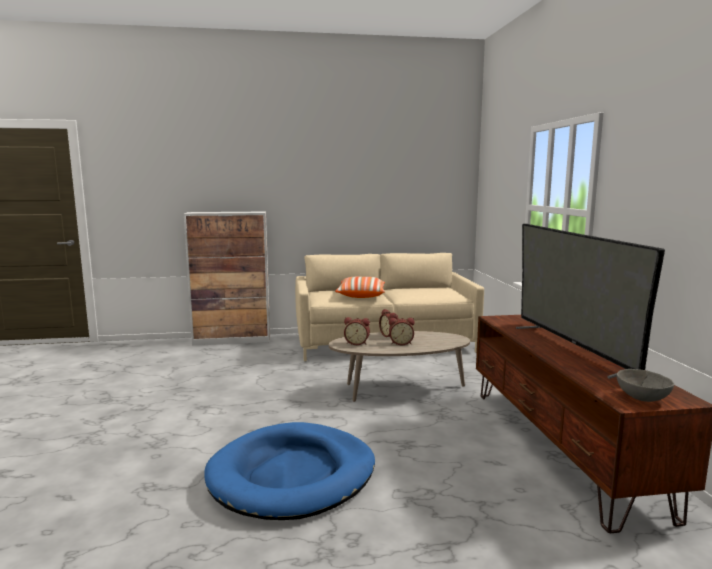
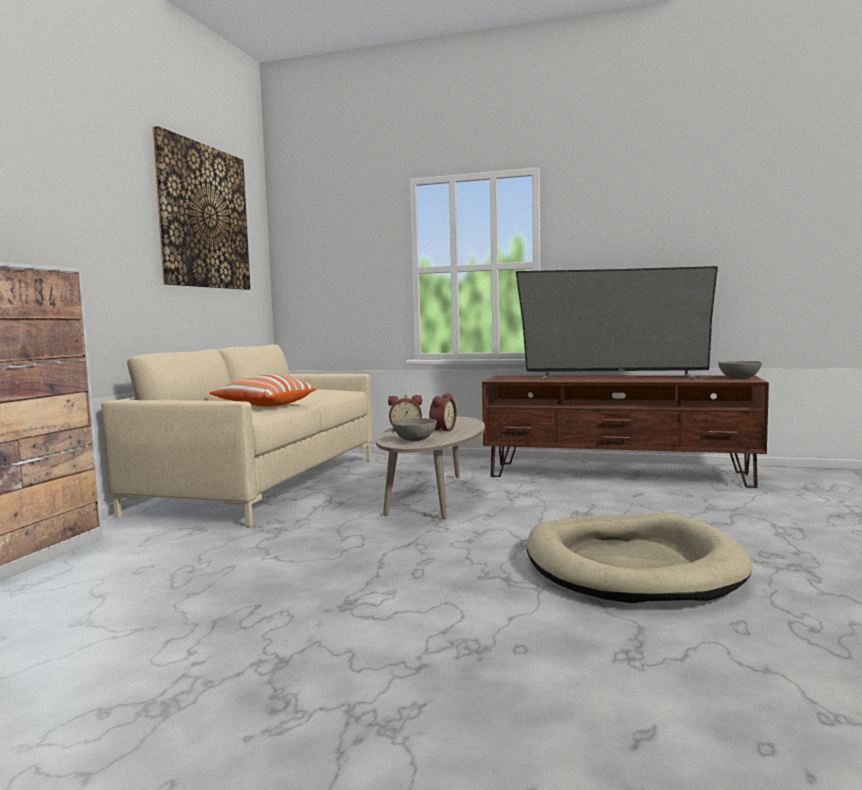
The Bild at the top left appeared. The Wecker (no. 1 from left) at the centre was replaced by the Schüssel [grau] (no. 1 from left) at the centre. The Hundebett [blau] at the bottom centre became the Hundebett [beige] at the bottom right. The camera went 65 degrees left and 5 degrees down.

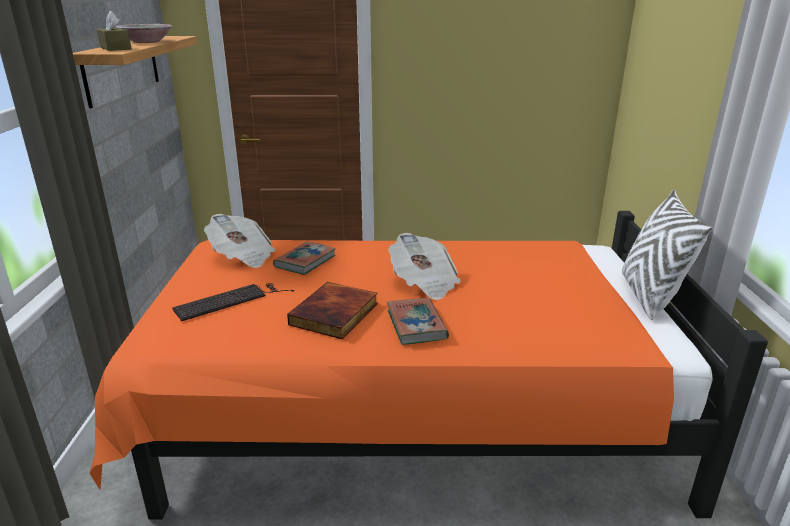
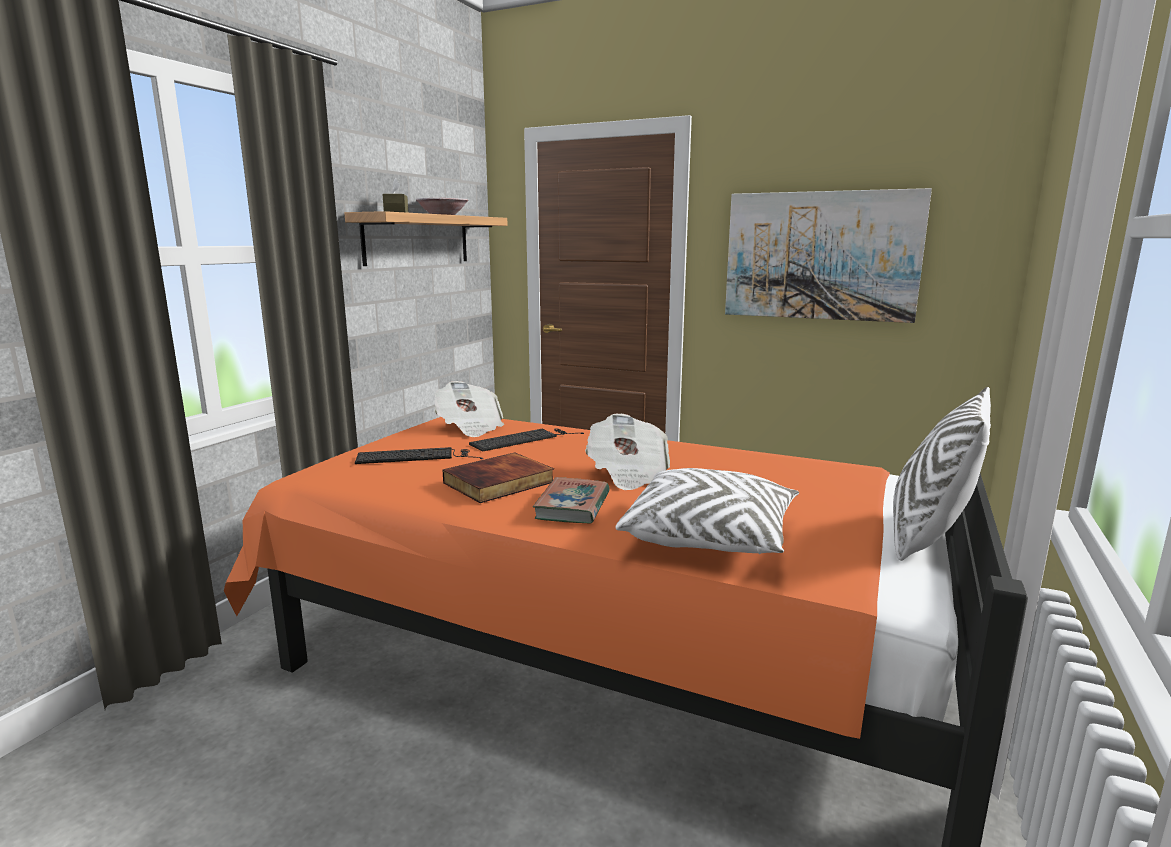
The Buch (no. 1 from left) at the centre was replaced by the Tastatur (no. 2 from left) at the centre. The Kissen [weiß] (no. 1 from left) at the centre appeared. The Bild at the top right appeared. The camera went 25 degrees right and 10 degrees down.

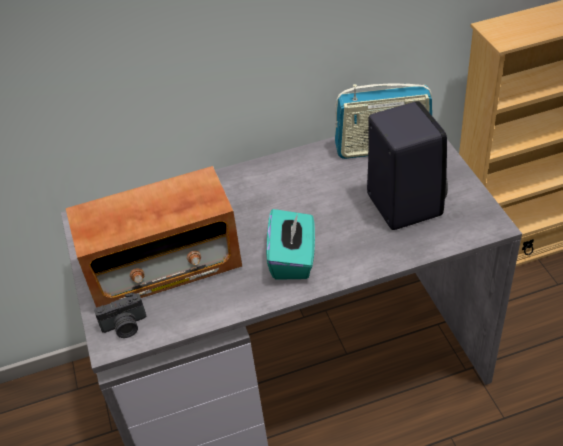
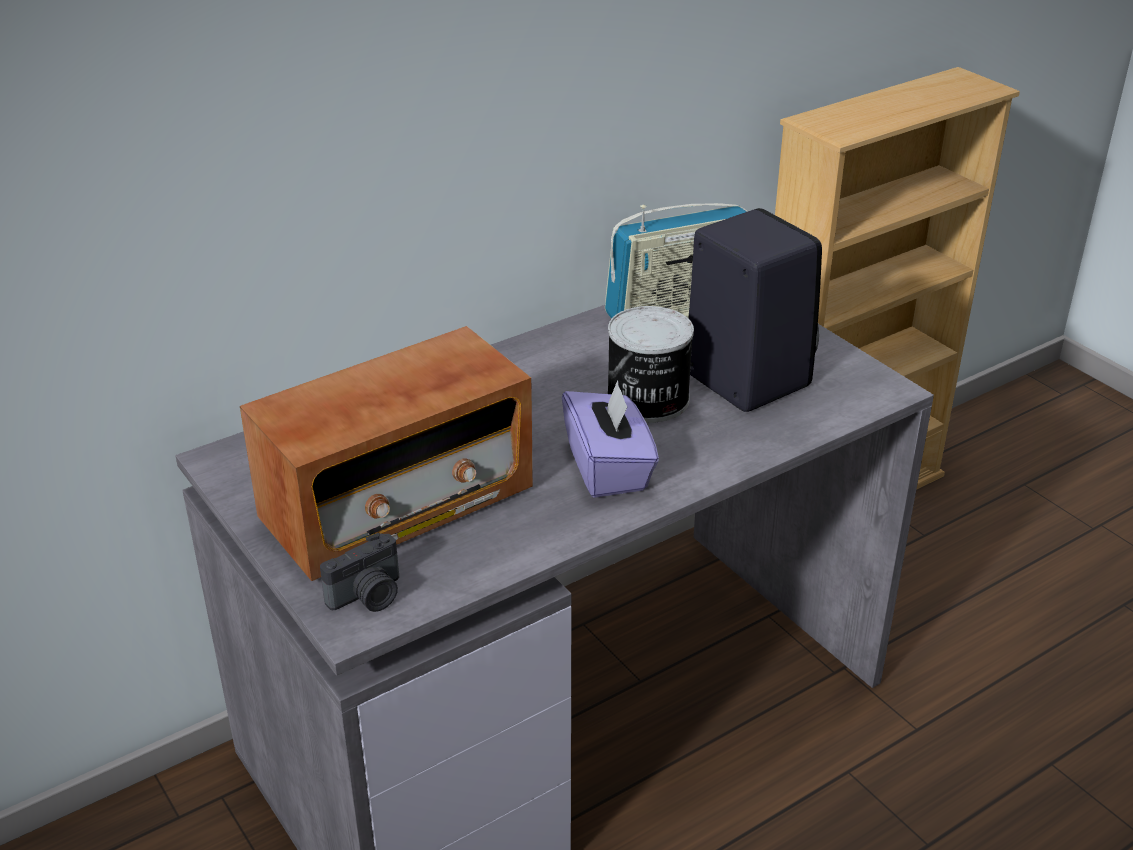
The Taschentuchbox [türkis] at the centre became the Taschentuchbox [lila] at the centre. The Dose at the centre appeared. The camera went 20 degrees left and 10 degrees down.

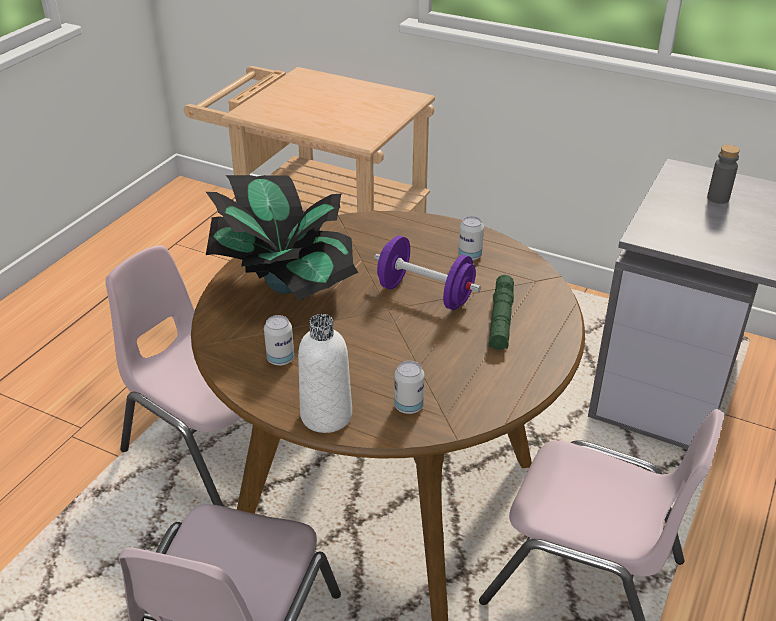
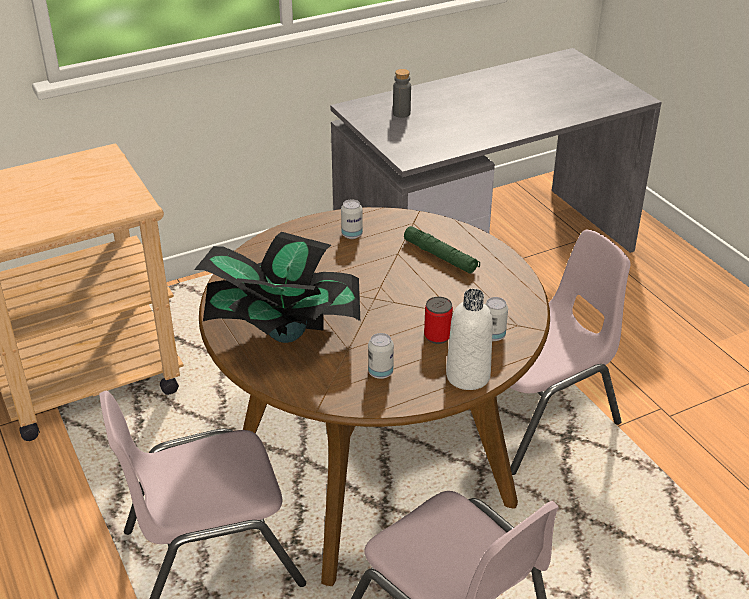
The Dose (no. 3 from left) at the centre appeared. The Hantel [lila] at the centre disappeared. The camera went 55 degrees left and 0 degrees up.

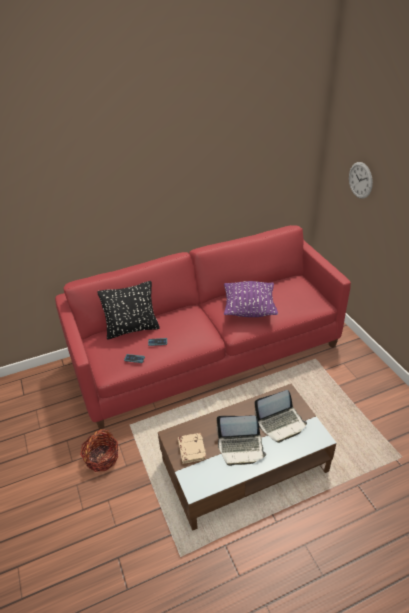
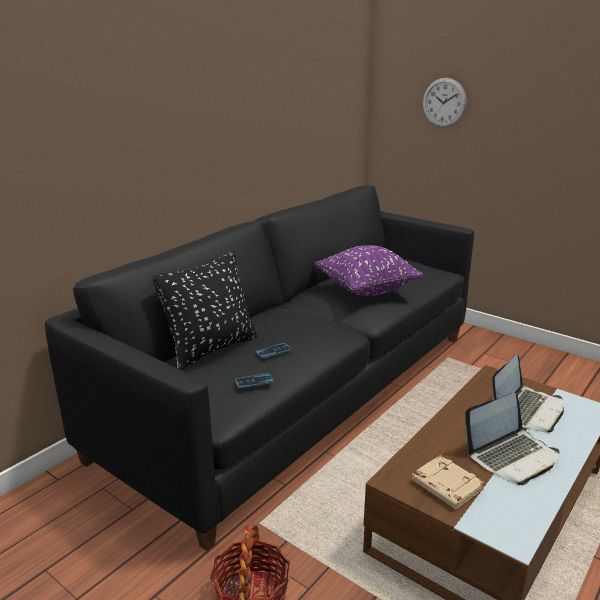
The Sofa [rot] at the centre became the Sofa [schwarz] at the centre. The camera went 30 degrees left and 15 degrees down.

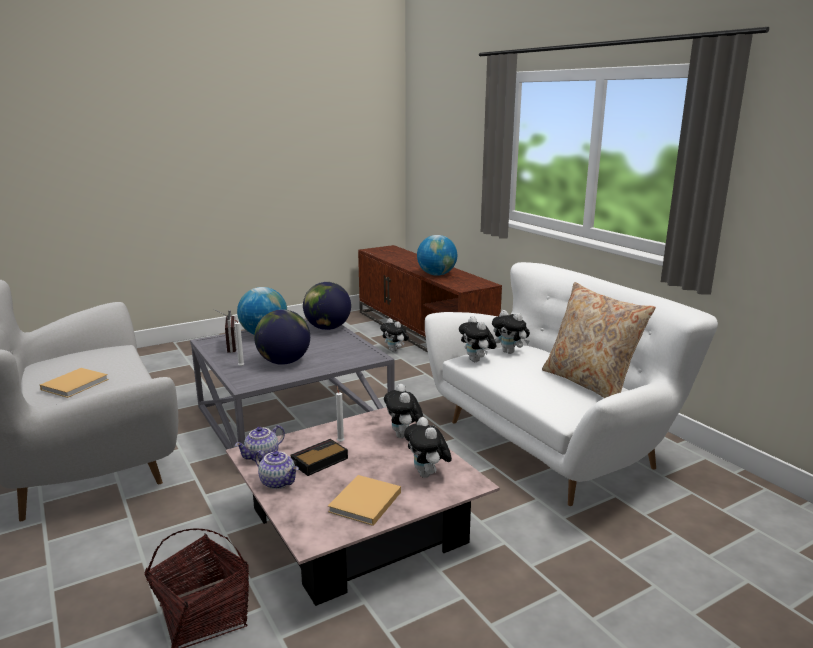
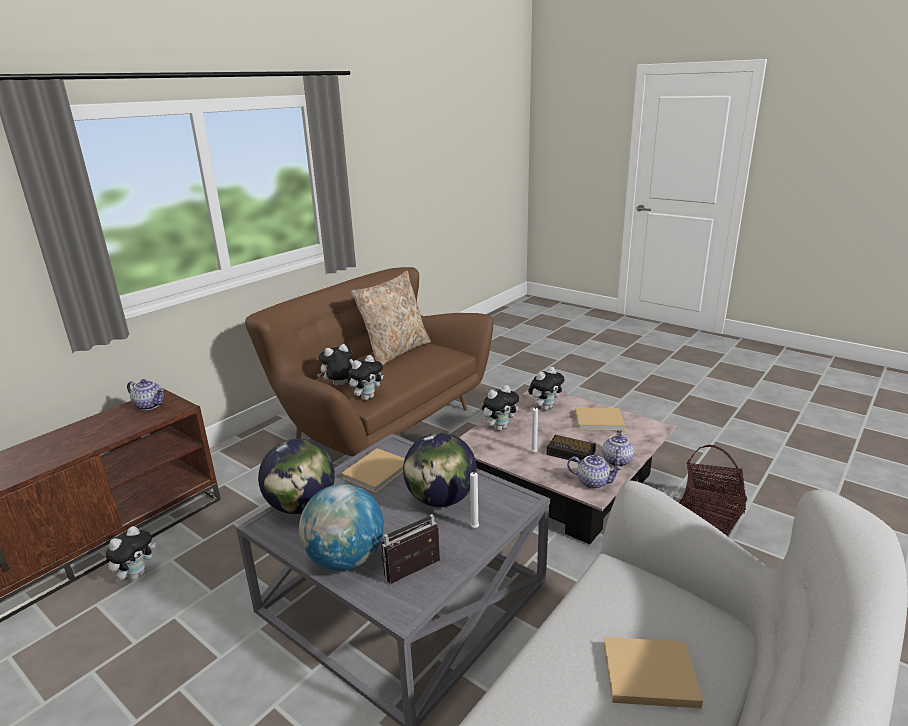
The Teekanne (no. 1 from left) at the middle left appeared. The Sofa [weiß] (no. 2 from left) at the middle right became the Sofa [braun] at the centre. The Plüschtier (no. 5 from left in the first image) at the centre turned 135 degrees counterclockwise. The Buch [beige] (no. 1 from left) at the centre appeared. The Globus (no. 4 from left) at the centre disappeared. The camera went 110 degrees left and 5 degrees up.

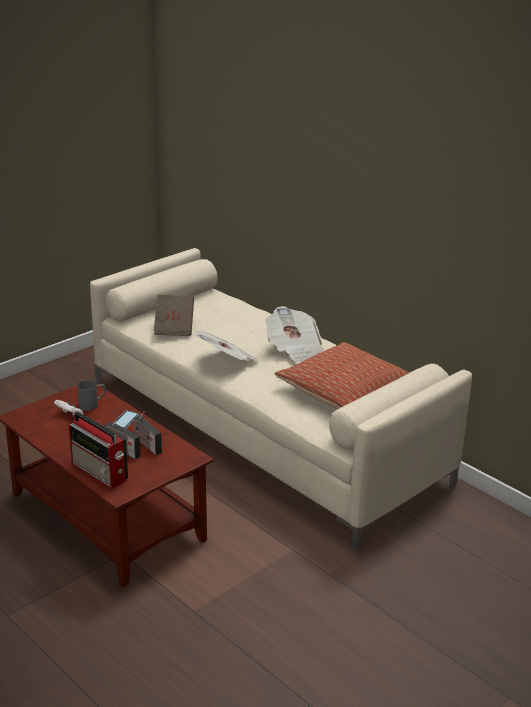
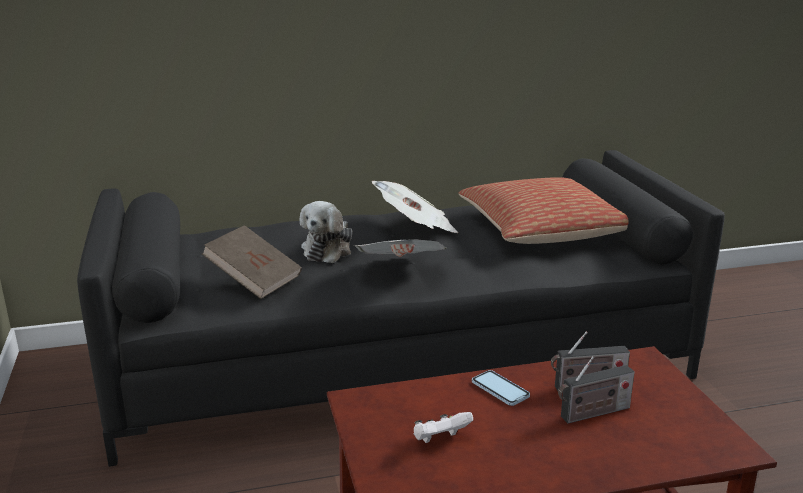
The Sofa [beige] at the centre became the Sofa [schwarz] at the centre. The Plüschtier at the centre appeared. The Radio (no. 1 from left) at the middle left disappeared. The Henkelbecher [grau] at the middle left disappeared. The camera went 60 degrees left and 5 degrees down.

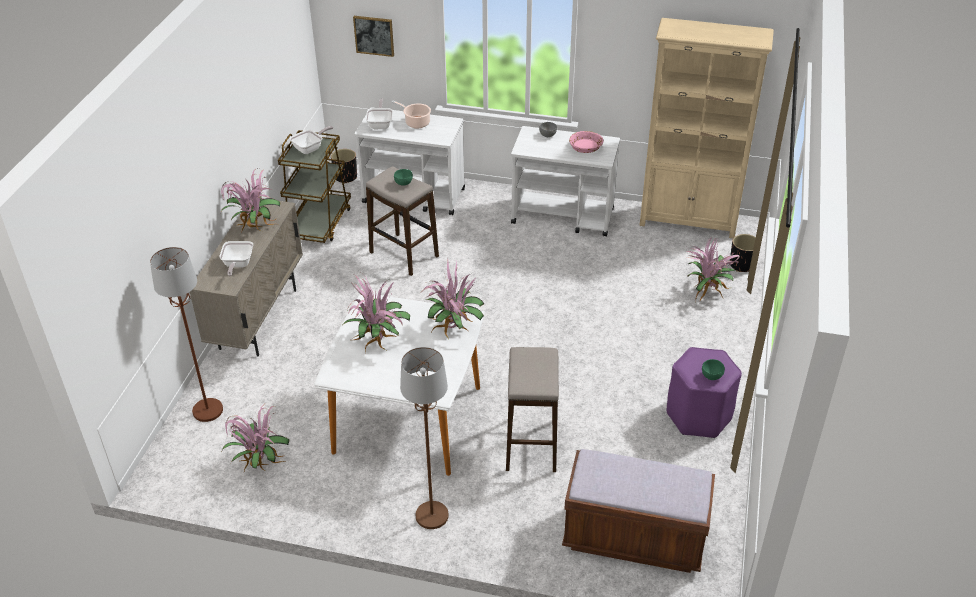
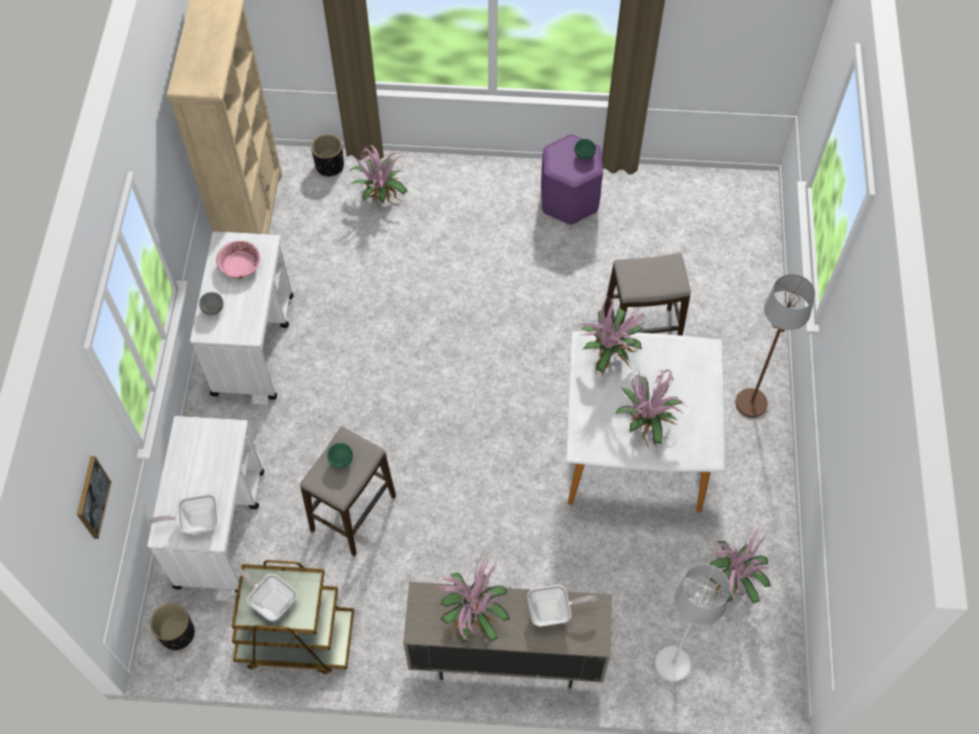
The Stehlampe [braun] (no. 1 from left) at the middle left became the Stehlampe [weiß] at the bottom right. The Kochtopf at the top centre disappeared. The Bank [braun] at the bottom centre disappeared. The camera went 100 degrees left and 20 degrees up.

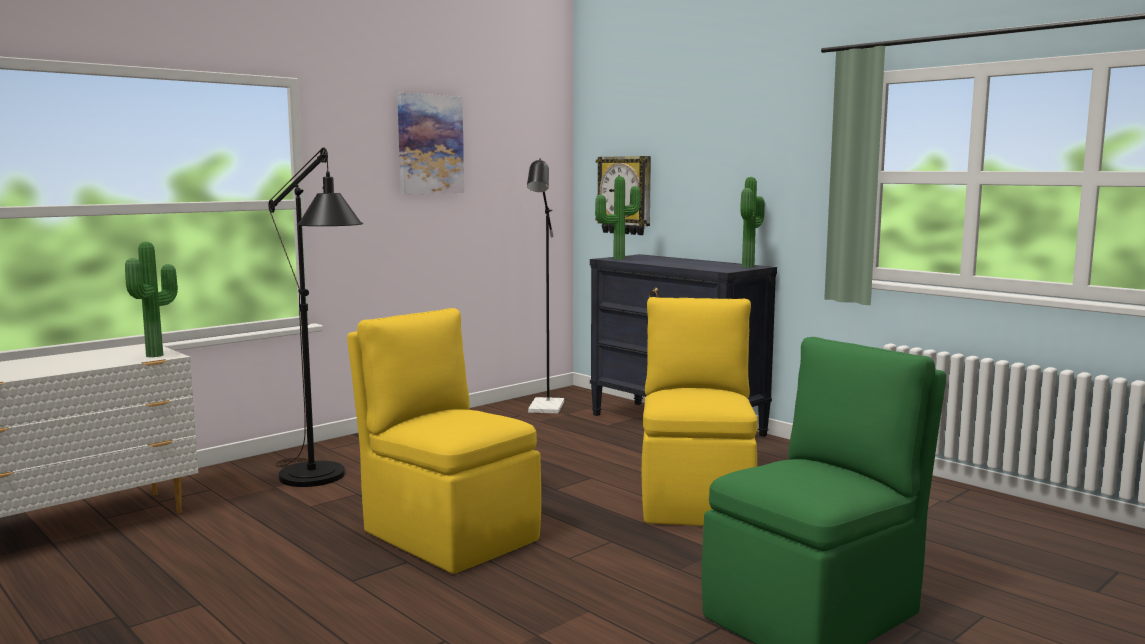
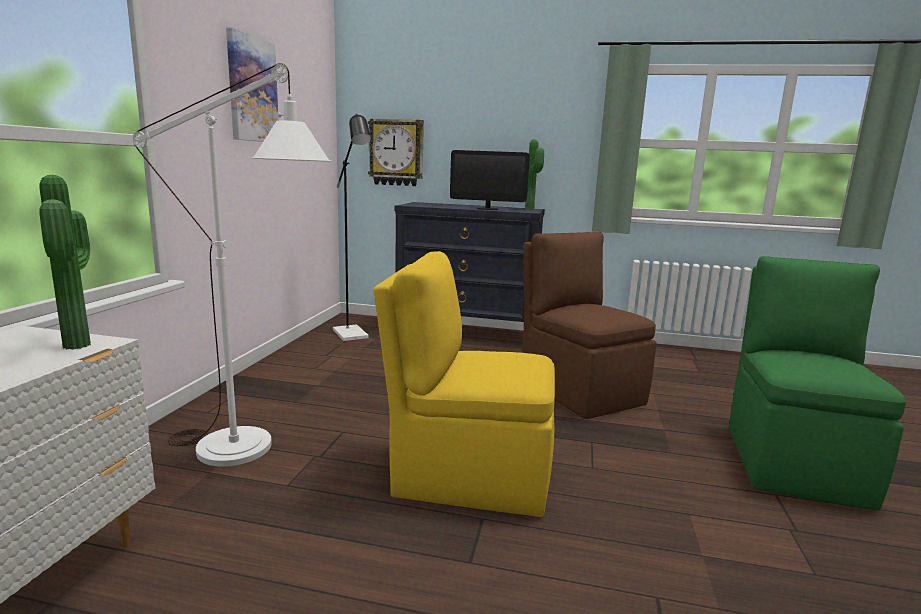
The Stehlampe [schwarz] (no. 1 from left) at the middle left became the Stehlampe [weiß] at the middle left. The Monitor at the top centre appeared. The Stuhl [gelb] (no. 2 from left) at the centre became the Stuhl [braun] at the centre. The Topfpflanze (no. 2 from left) at the centre disappeared. The camera went 35 degrees left and 5 degrees up.

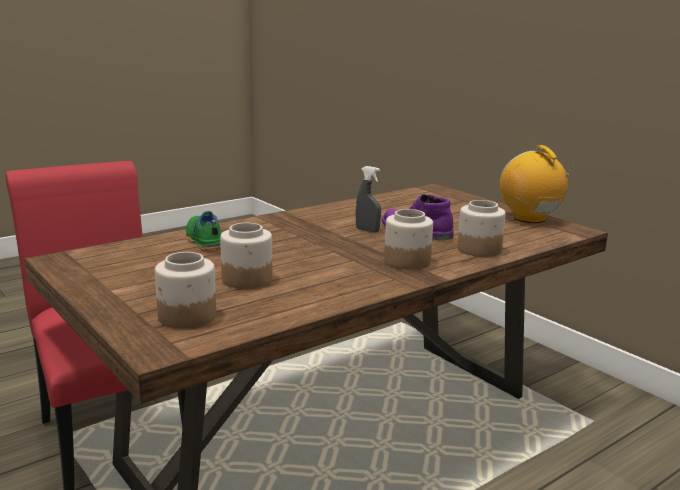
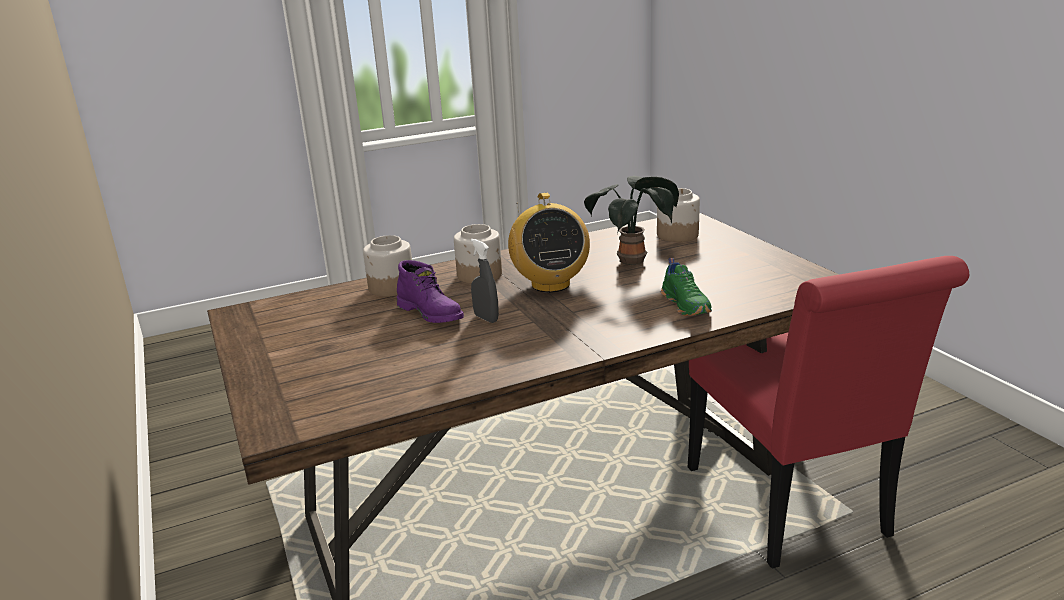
The Radio moved from the middle right to the centre. The Vorratsglas (no. 2 from left) at the centre was replaced by the Topfpflanze at the centre. The camera went 165 degrees left and 5 degrees up.

